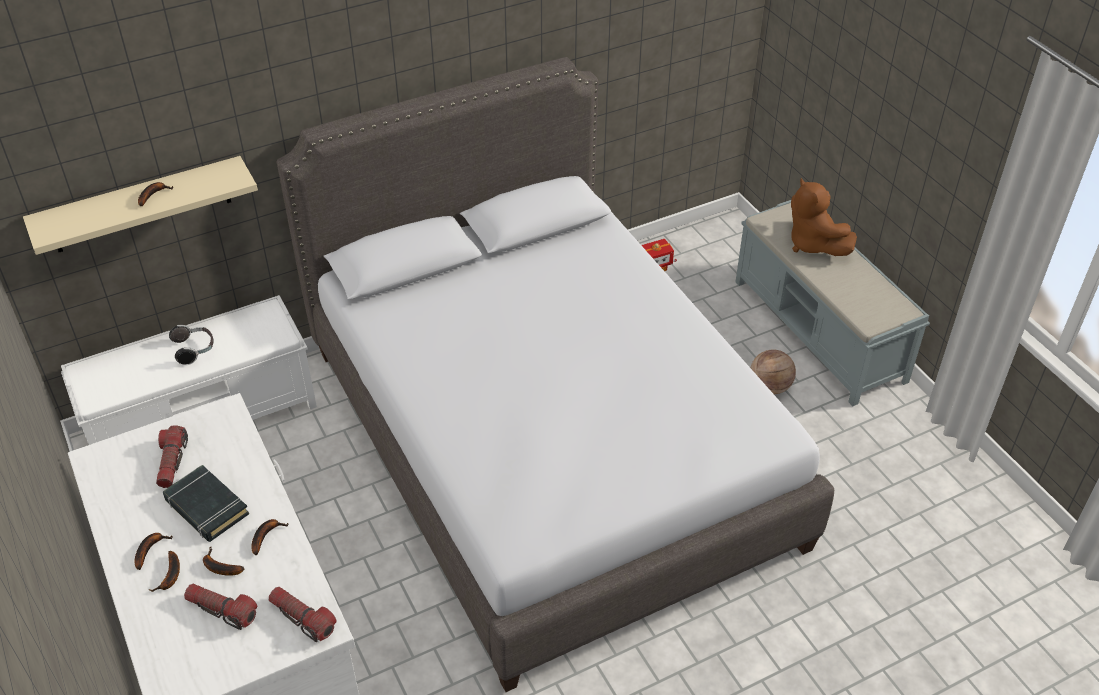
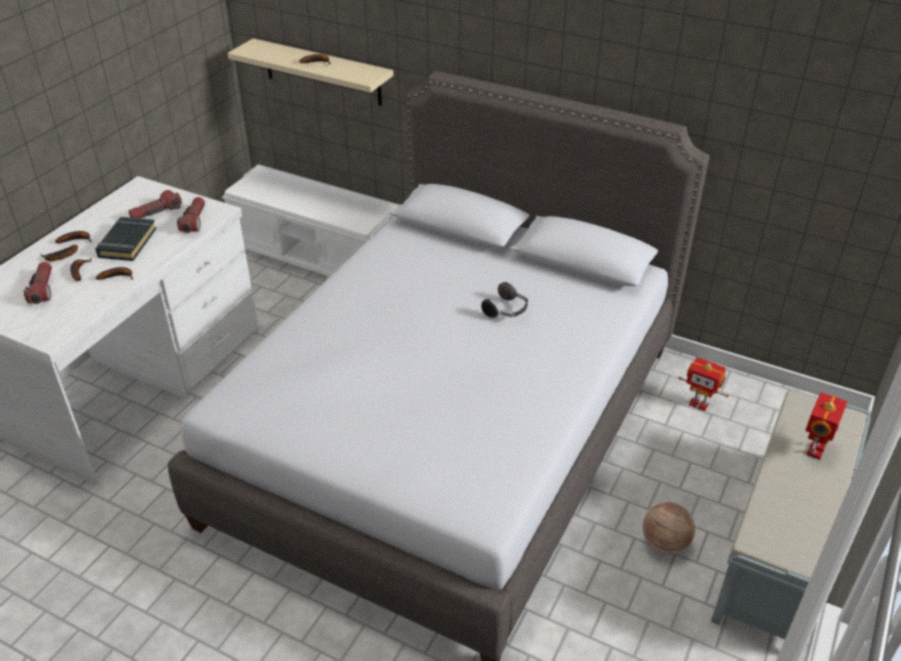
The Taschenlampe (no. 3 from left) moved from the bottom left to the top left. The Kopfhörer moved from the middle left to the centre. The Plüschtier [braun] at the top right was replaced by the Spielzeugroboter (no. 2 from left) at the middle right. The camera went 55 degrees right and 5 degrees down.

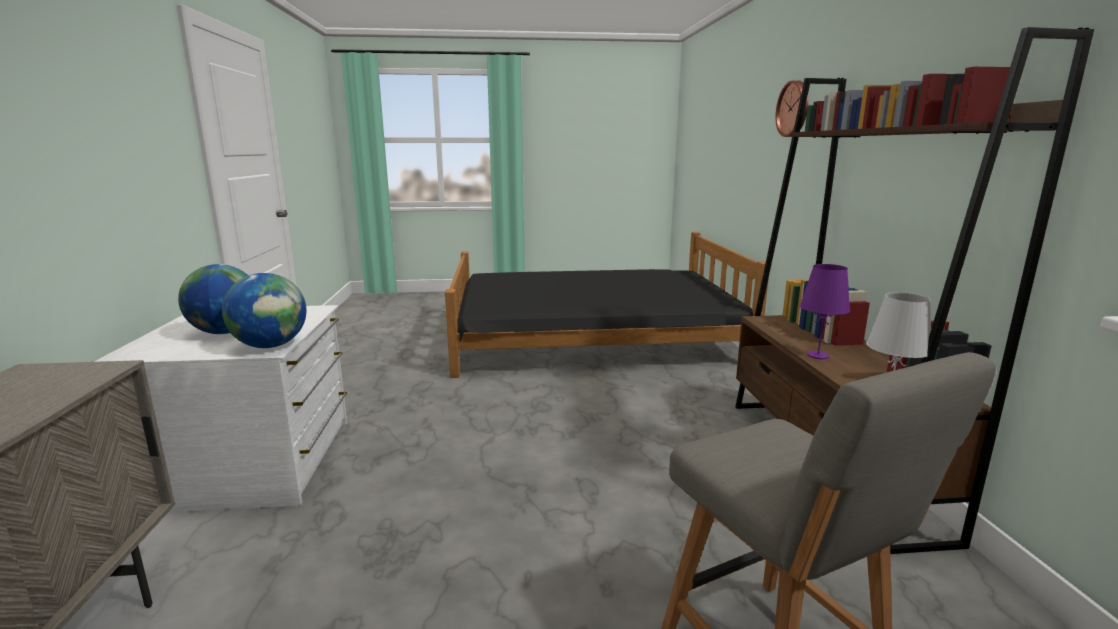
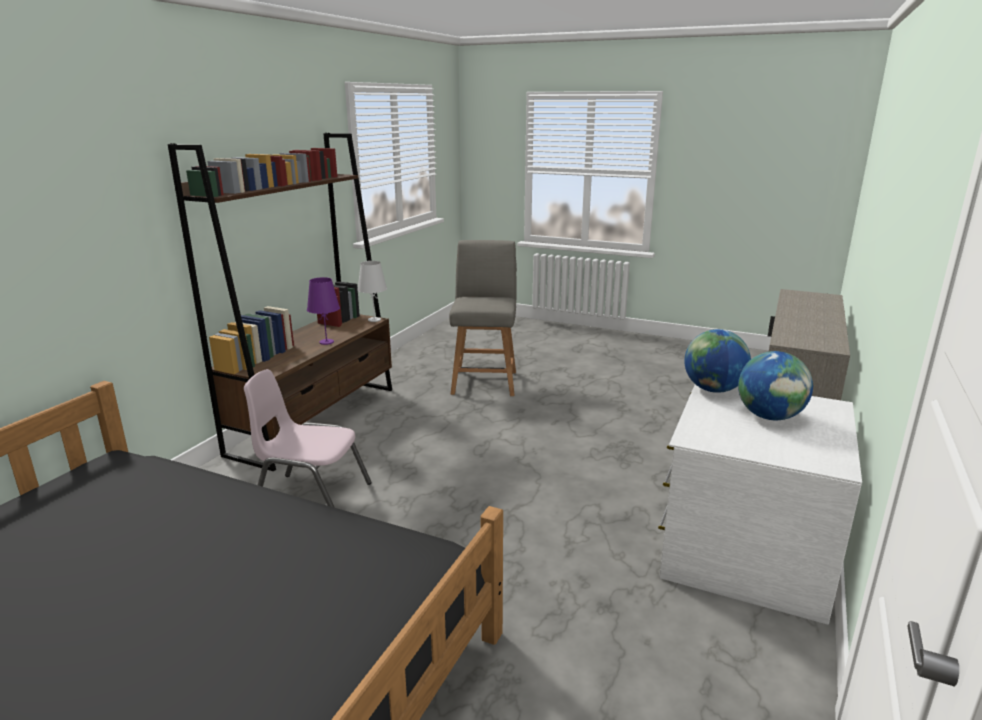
The Stuhl [rosa] at the middle left appeared. The Wanduhr at the top right disappeared. The camera went 150 degrees left and 5 degrees up.

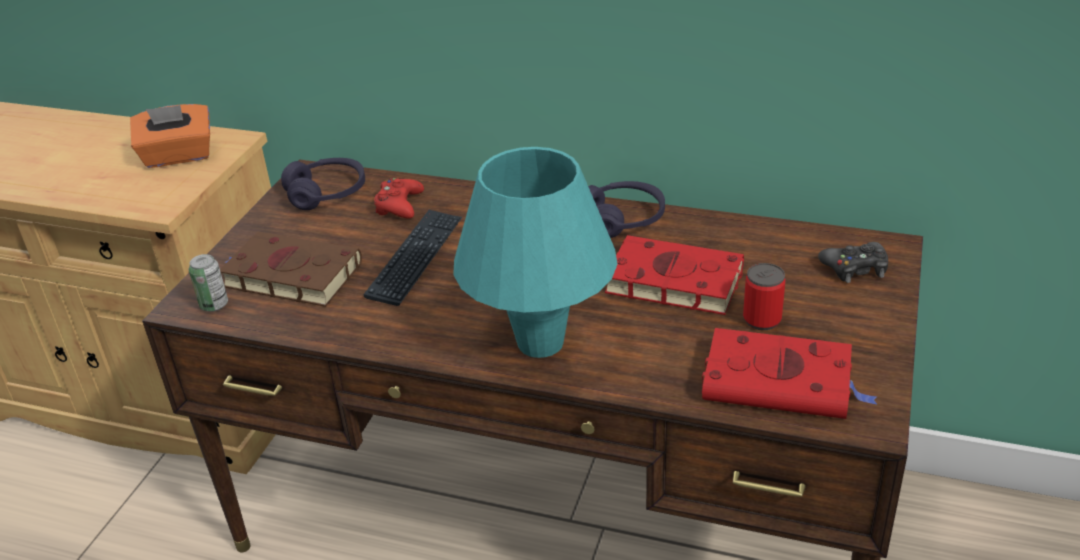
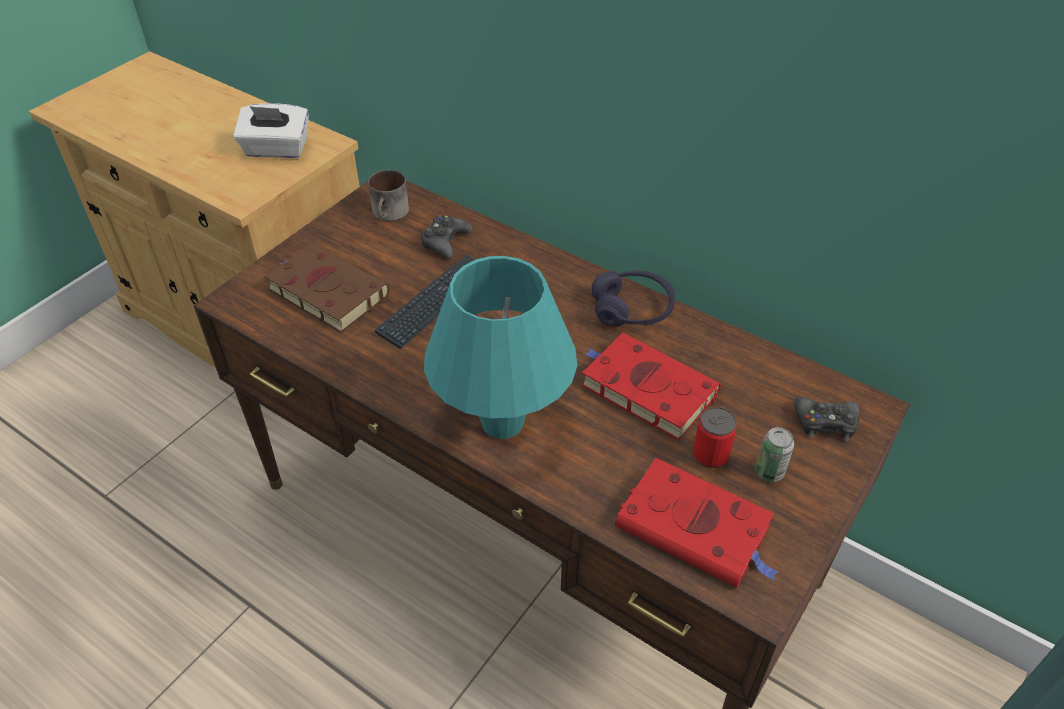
The Taschentuchbox [orange] at the top left became the Taschentuchbox [weiß] at the top left. The Kopfhörer [lila] (no. 1 from left) at the top left was replaced by the Henkelbecher at the top centre. The Gamepad [rot] at the centre became the Gamepad [schwarz] (no. 1 from left) at the centre. The Dose (no. 1 from left in the first image) moved from the middle left to the middle right. The camera went 15 degrees right and 10 degrees up.

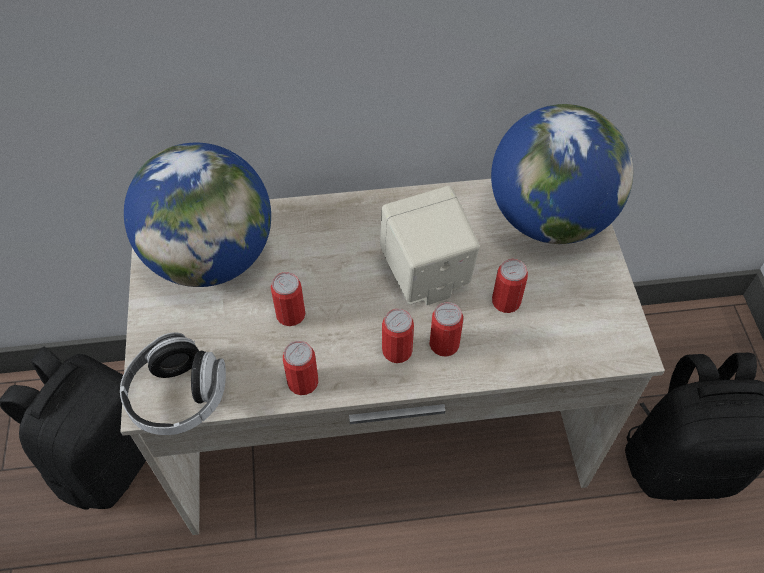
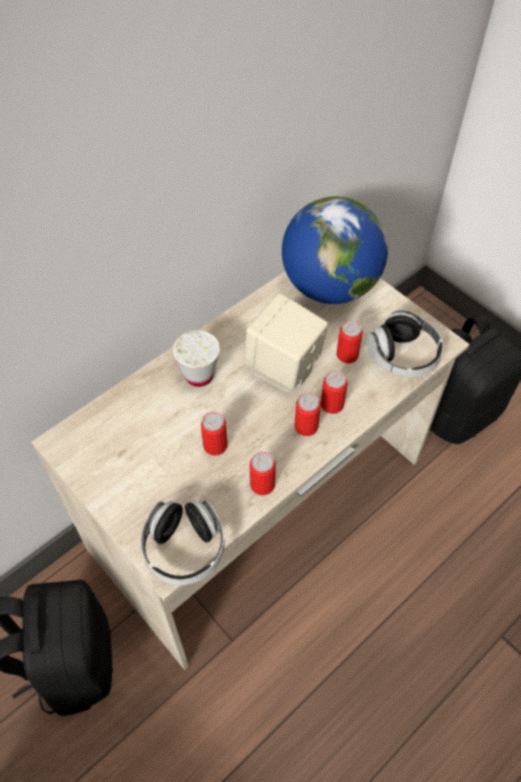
The Tasse [weiß] at the centre appeared. The Kopfhörer (no. 2 from left) at the middle right appeared. The Globus (no. 1 from left) at the middle left disappeared. The camera went 35 degrees left and 0 degrees up.

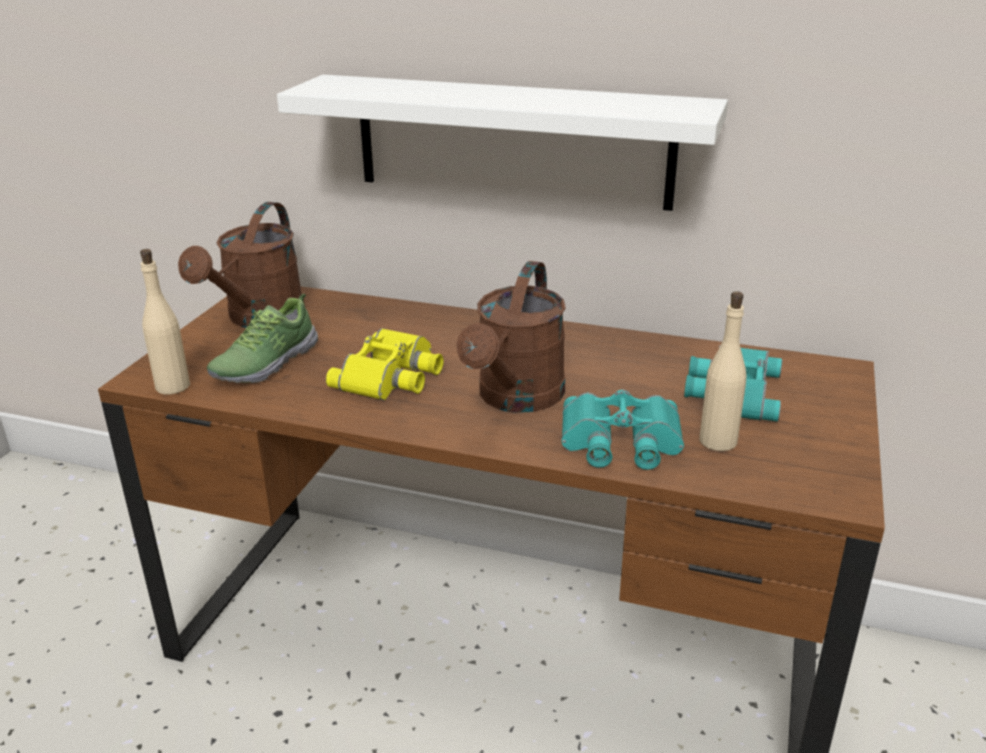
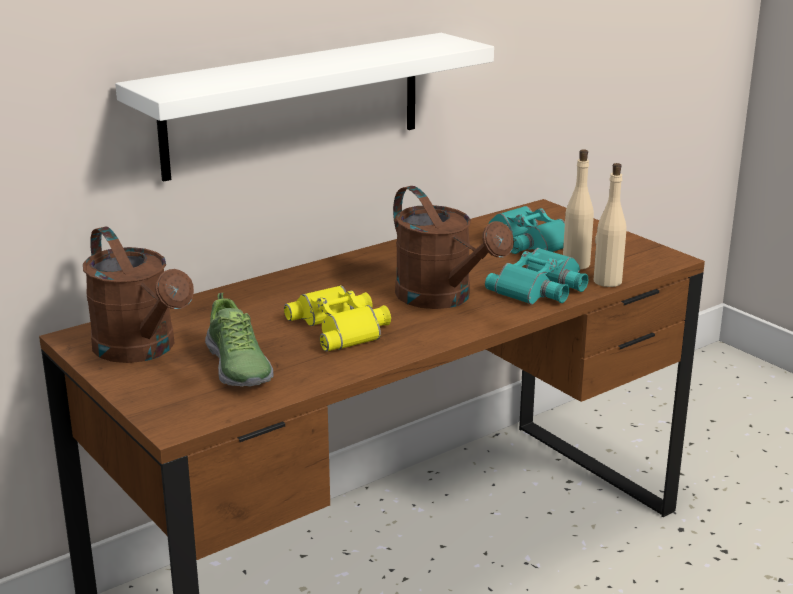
The Flasche [beige] (no. 1 from left in the first image) moved from the middle left to the middle right. The camera went 55 degrees left and 5 degrees down.

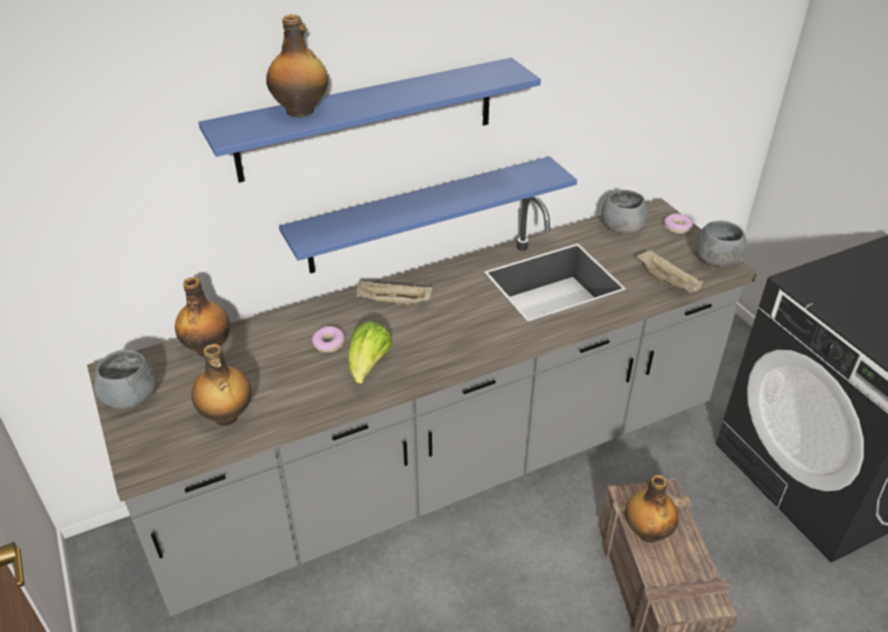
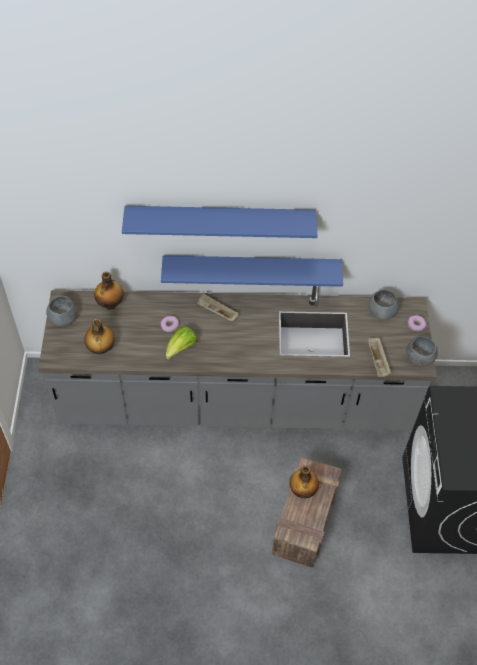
The Flasche (no. 3 from left) at the top centre disappeared. The camera went 25 degrees right and 15 degrees up.

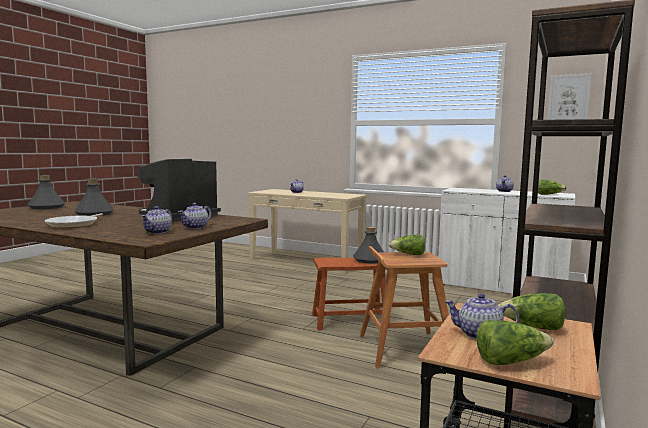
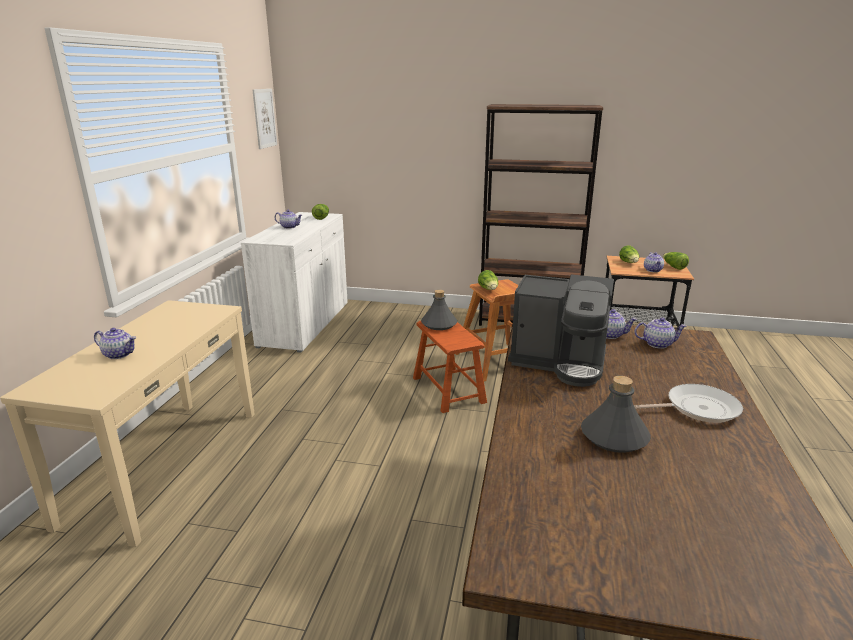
The Flasche [grau] (no. 1 from left) at the middle left disappeared. The camera went 105 degrees left and 15 degrees up.

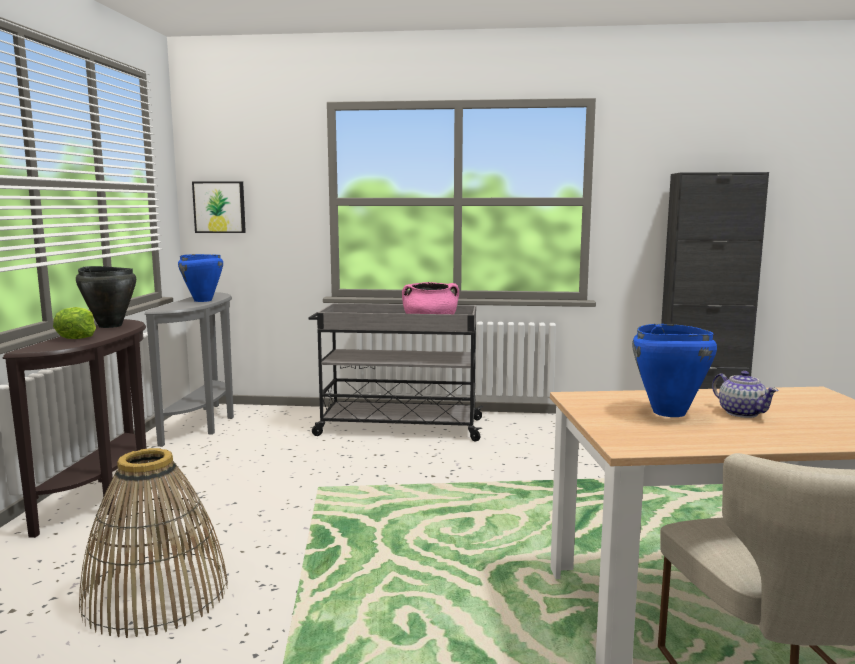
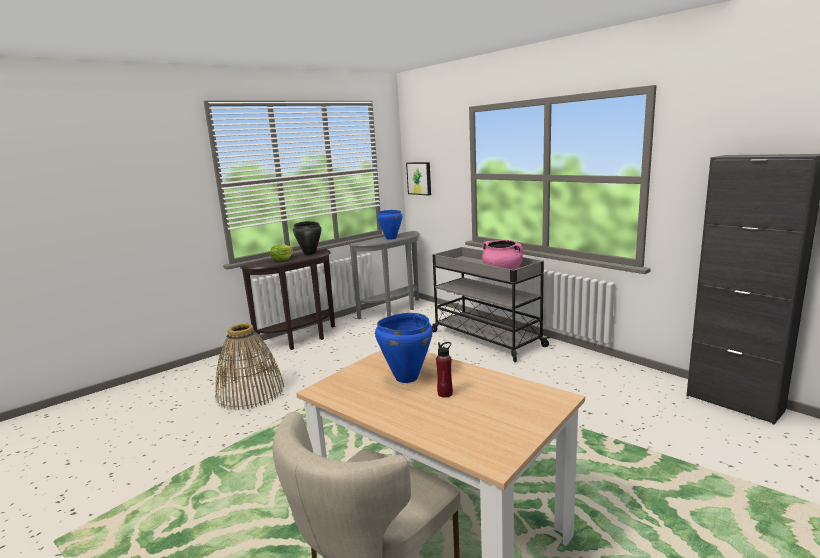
The Teekanne at the middle right was replaced by the Flasche [rot] at the centre. The camera went 45 degrees right and 5 degrees up.

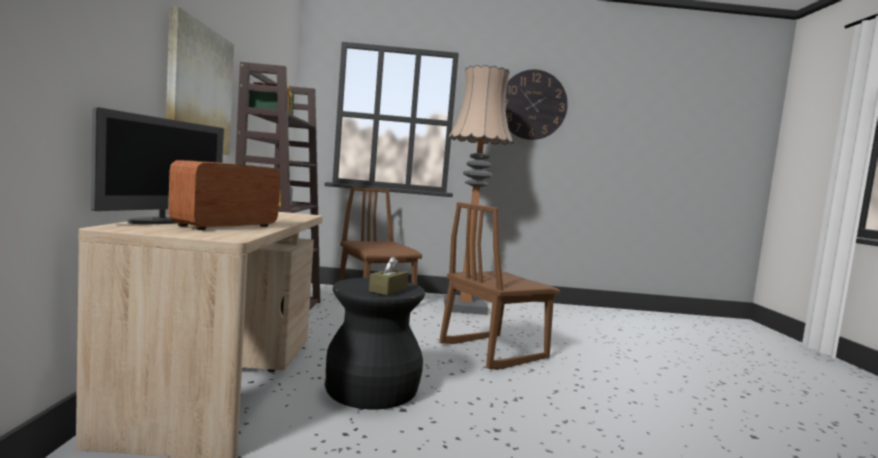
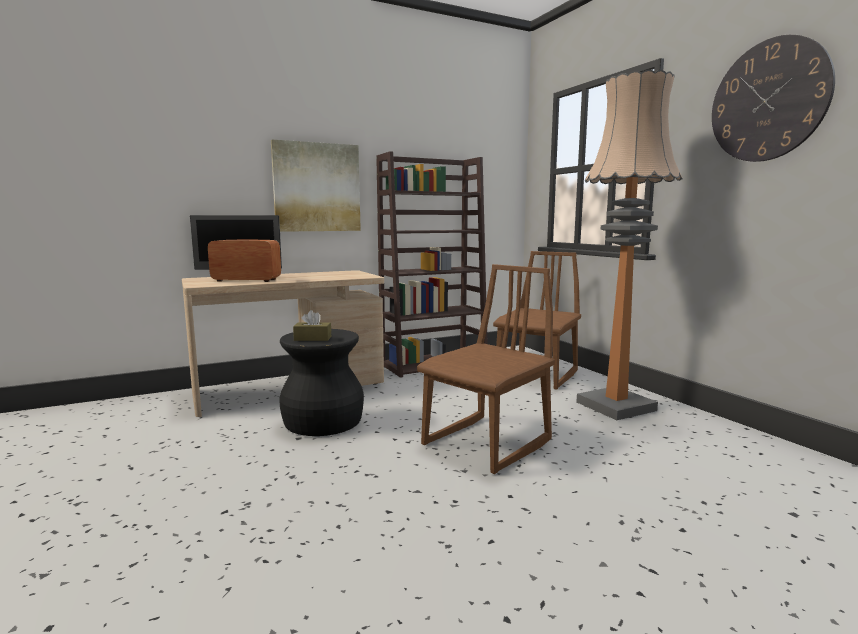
The Stuhl [braun] (no. 2 from left in the first image) at the centre turned 105 degrees clockwise. The camera went 65 degrees right and 5 degrees up.

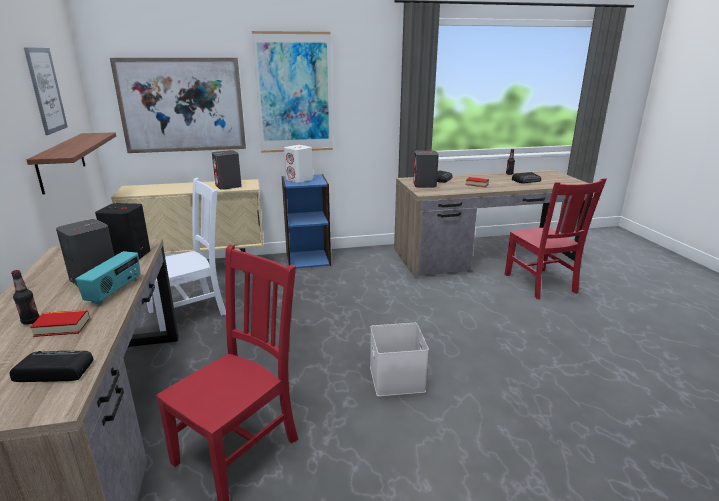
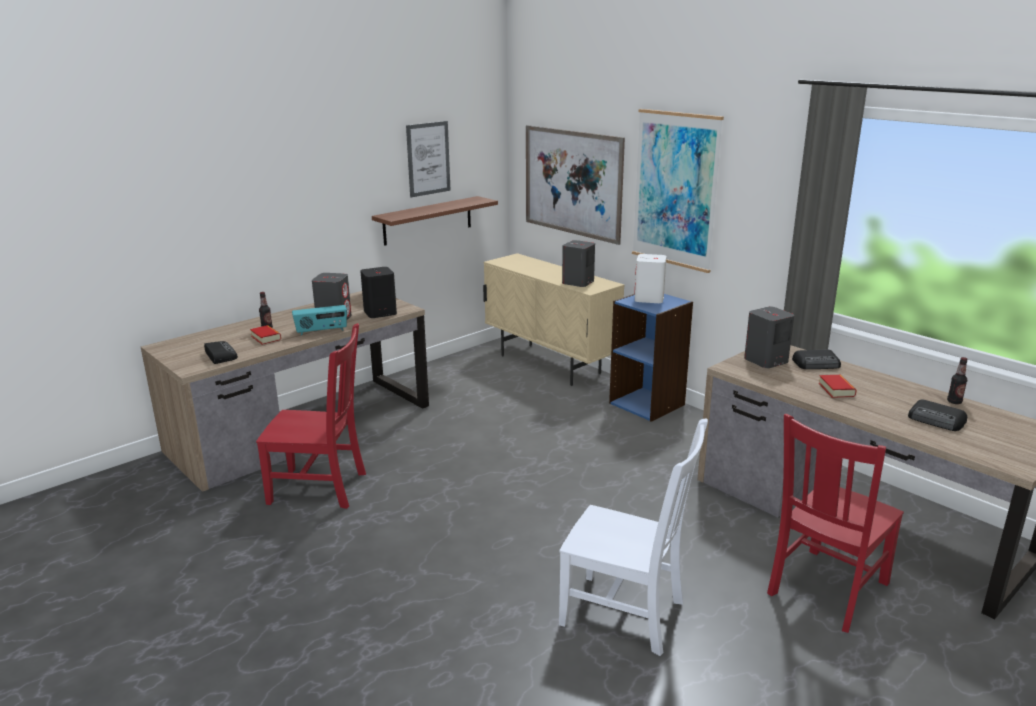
The Stuhl [weiß] moved from the middle left to the bottom centre. The Aufbewahrungsbox [weiß] at the bottom centre disappeared. The camera went 60 degrees right and 0 degrees up.

